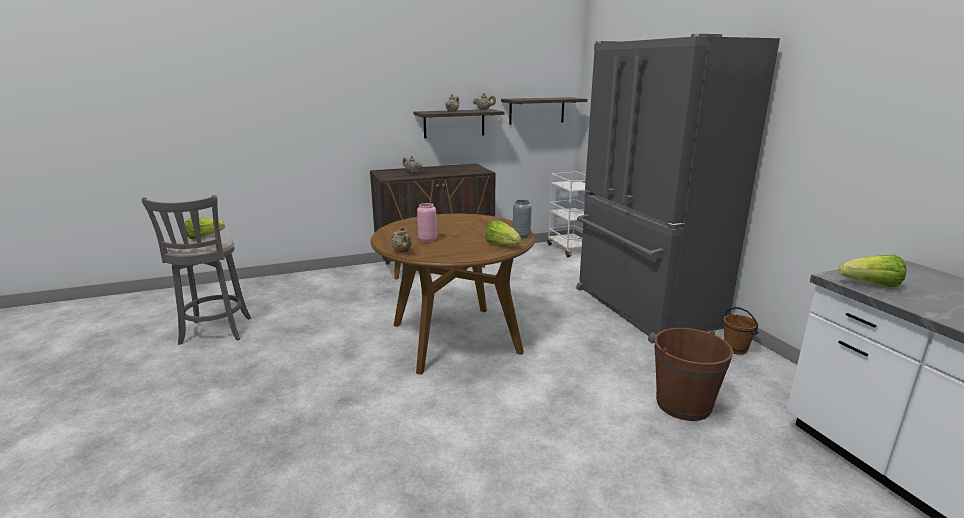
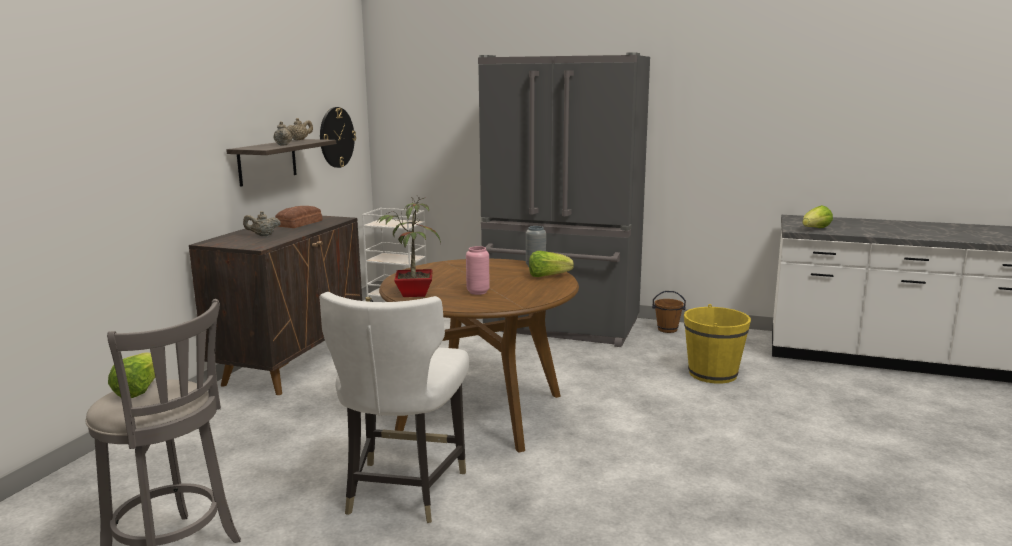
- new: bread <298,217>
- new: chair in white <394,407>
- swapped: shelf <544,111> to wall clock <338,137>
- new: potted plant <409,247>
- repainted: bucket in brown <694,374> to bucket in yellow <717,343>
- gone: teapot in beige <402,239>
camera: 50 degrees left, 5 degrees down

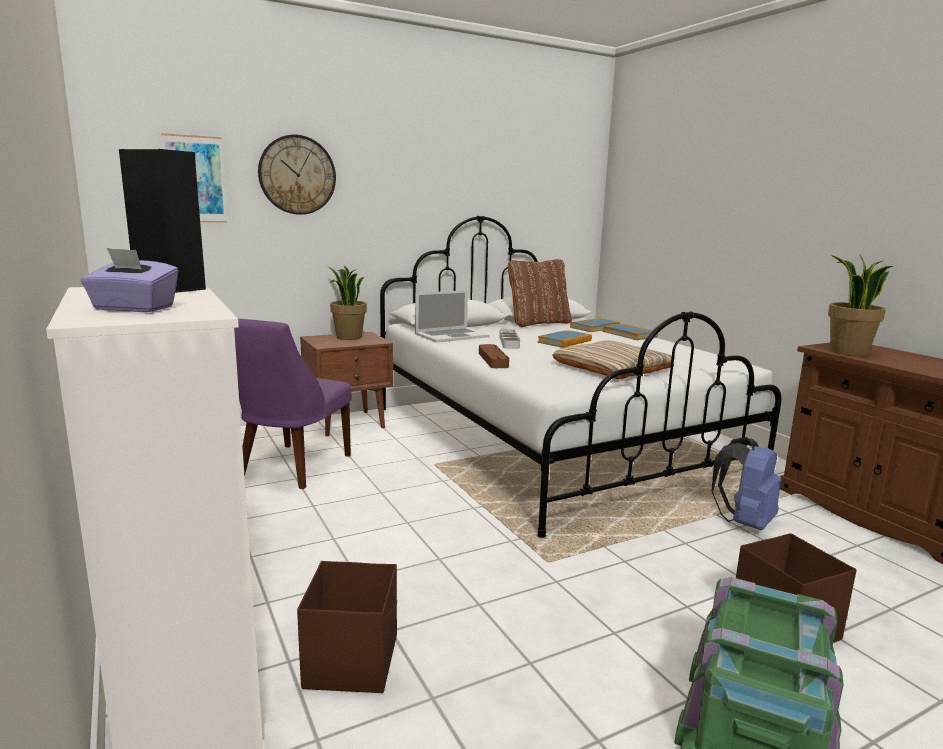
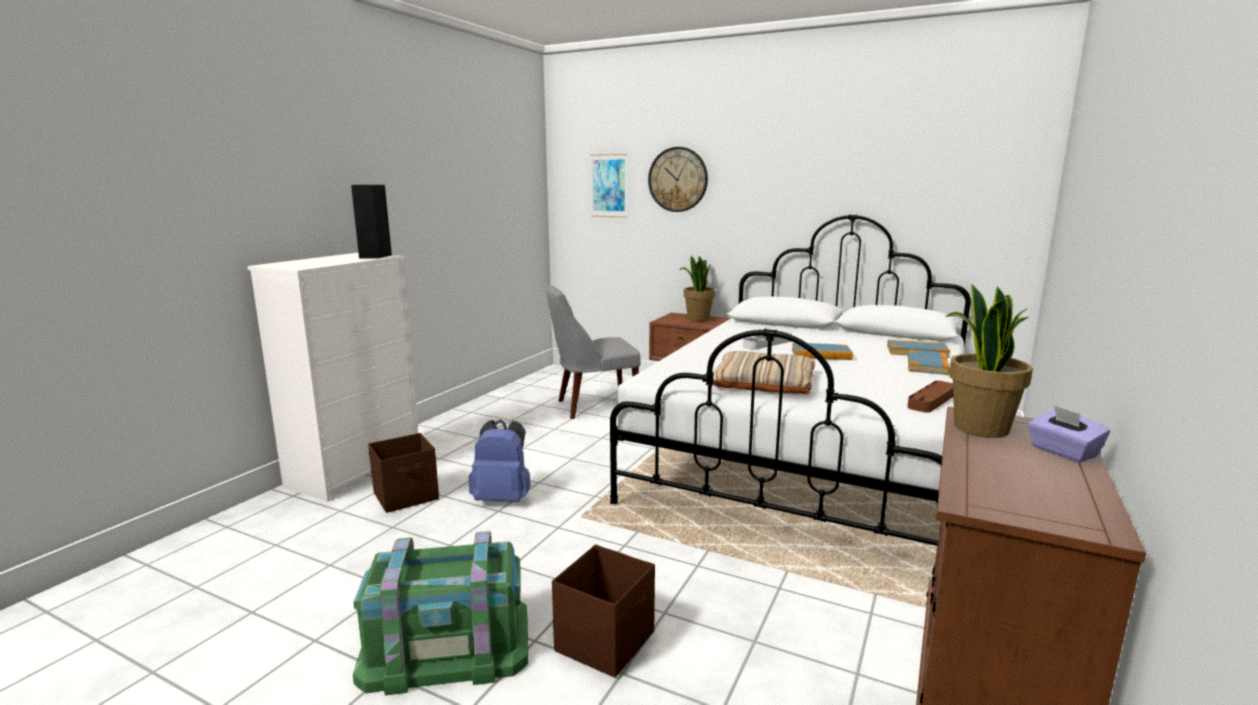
- shifted: backpack in blue <746,483> to <499,460>
- repainted: chair in purple <293,404> to chair in grey <593,352>
- shifted: tray in brown <494,356> to <930,397>
- shifted: tissue box in purple <129,280> to <1068,434>
- gone: laptop <452,316>
- gone: pillow in brown <540,293>
camera: 55 degrees right, 0 degrees up

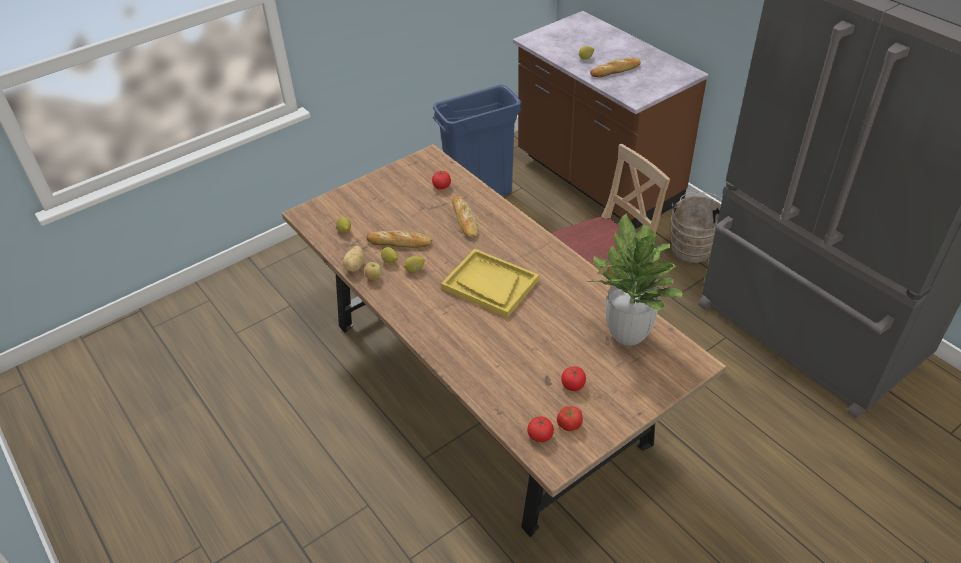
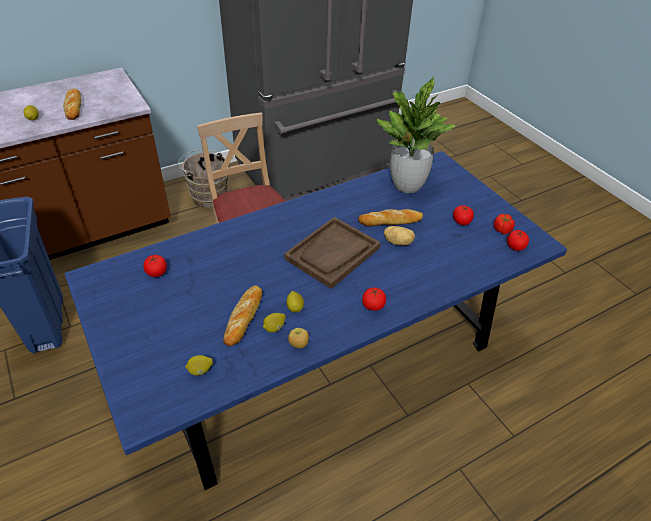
- repainted: dining table in brown <504,340> to dining table in blue <315,320>
- repainted: tray in yellow <490,283> to tray in brown <332,253>
- shifted: bread <465,217> to <390,217>
- new: tomato <374,299>
- shifted: potato <354,258> to <399,235>
camera: 85 degrees left, 0 degrees up

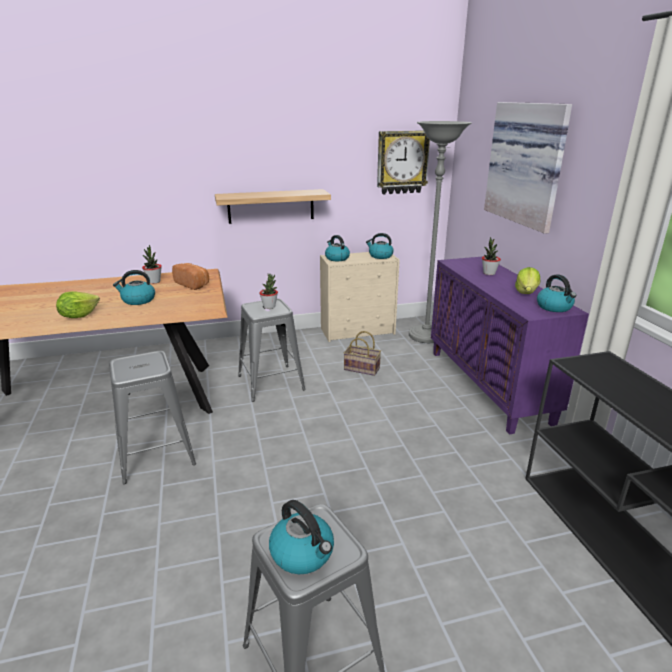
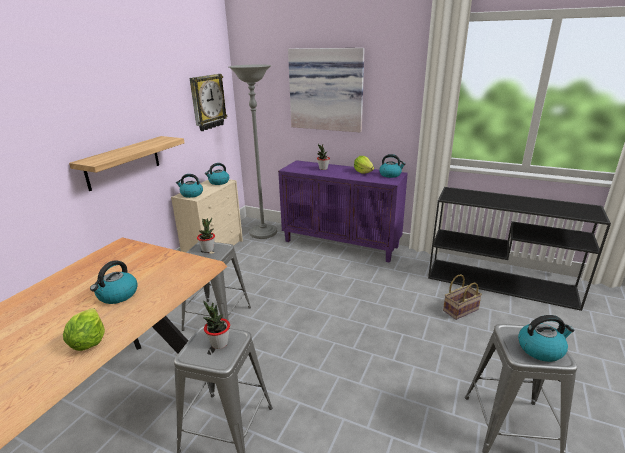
- shifted: potted plant <152,264> to <216,325>
- shifted: basket <362,353> to <462,297>
- gone: bread <190,276>
camera: 50 degrees left, 0 degrees up

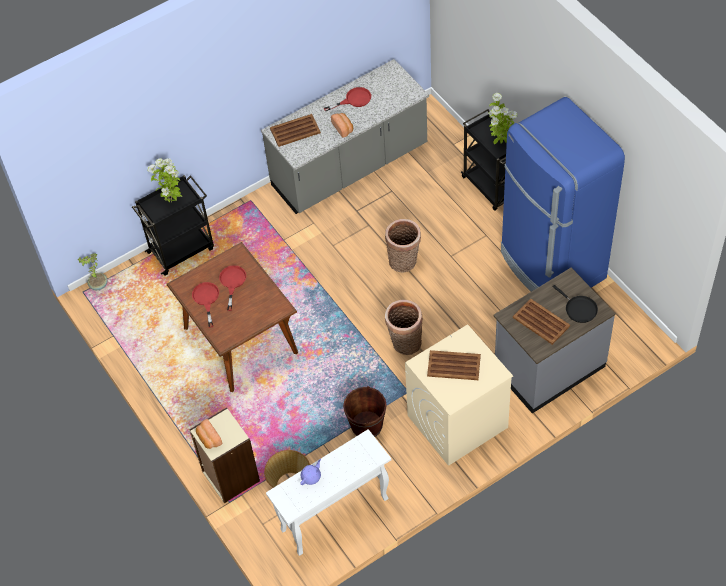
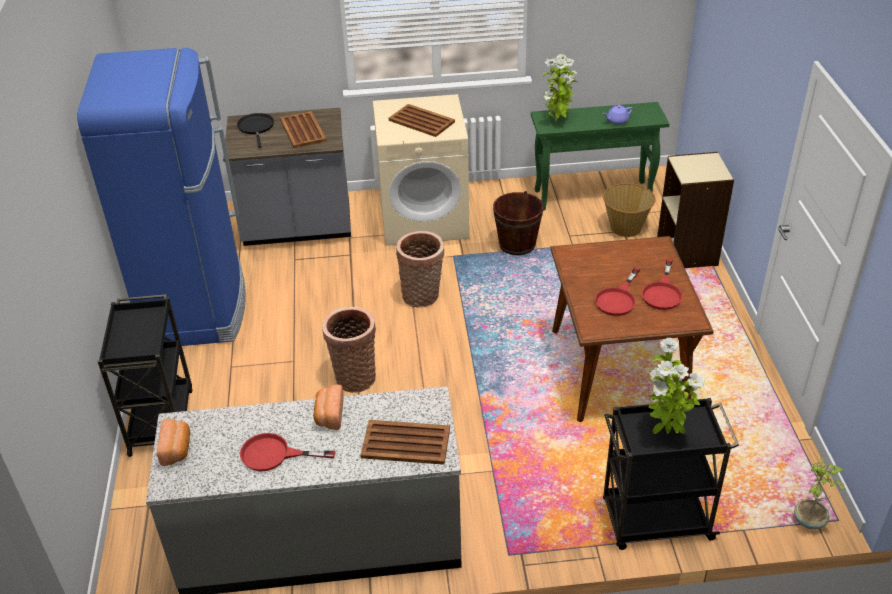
- shifted: bread <209,434> to <174,442>
- repainted: console table in white <328,492> to console table in green <600,156>
- shifted: potted plant <503,118> to <559,88>
camera: 155 degrees left, 15 degrees down

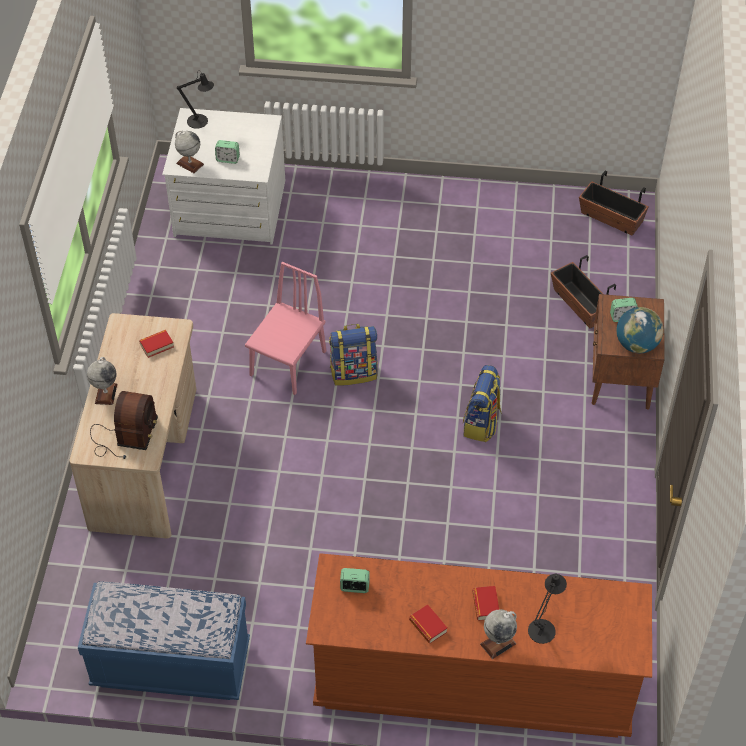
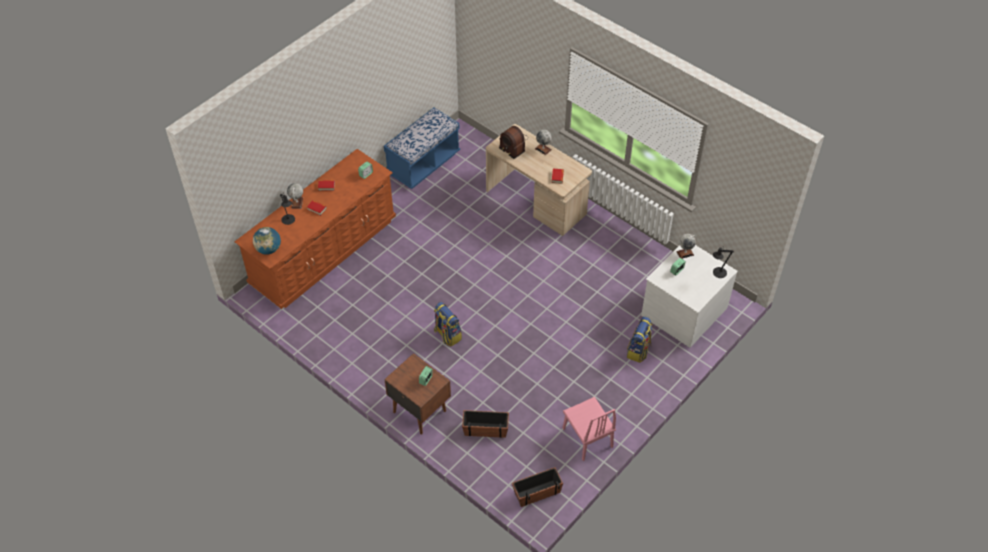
- shifted: globe <640,330> to <267,241>
- shifted: chair in pink <285,328> to <589,429>
- shifted: backpack <353,355> to <639,340>
camera: 125 degrees right, 0 degrees up

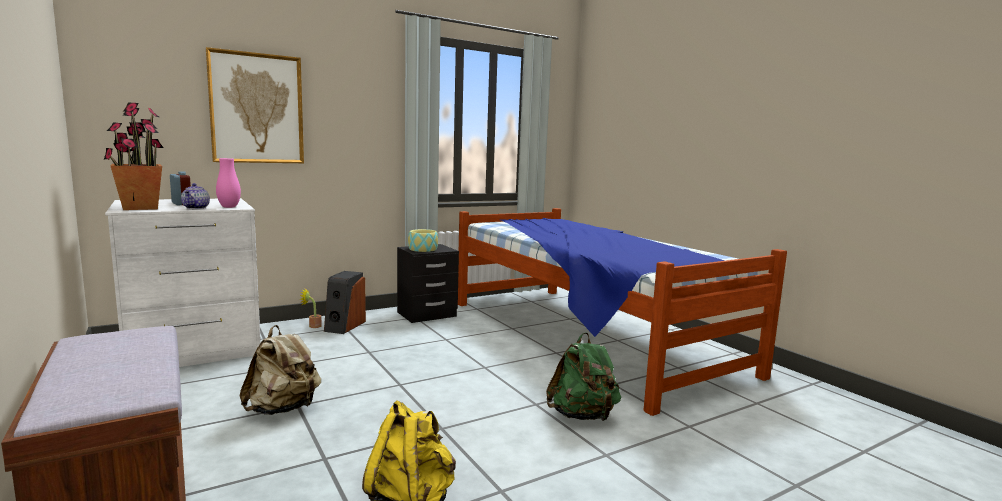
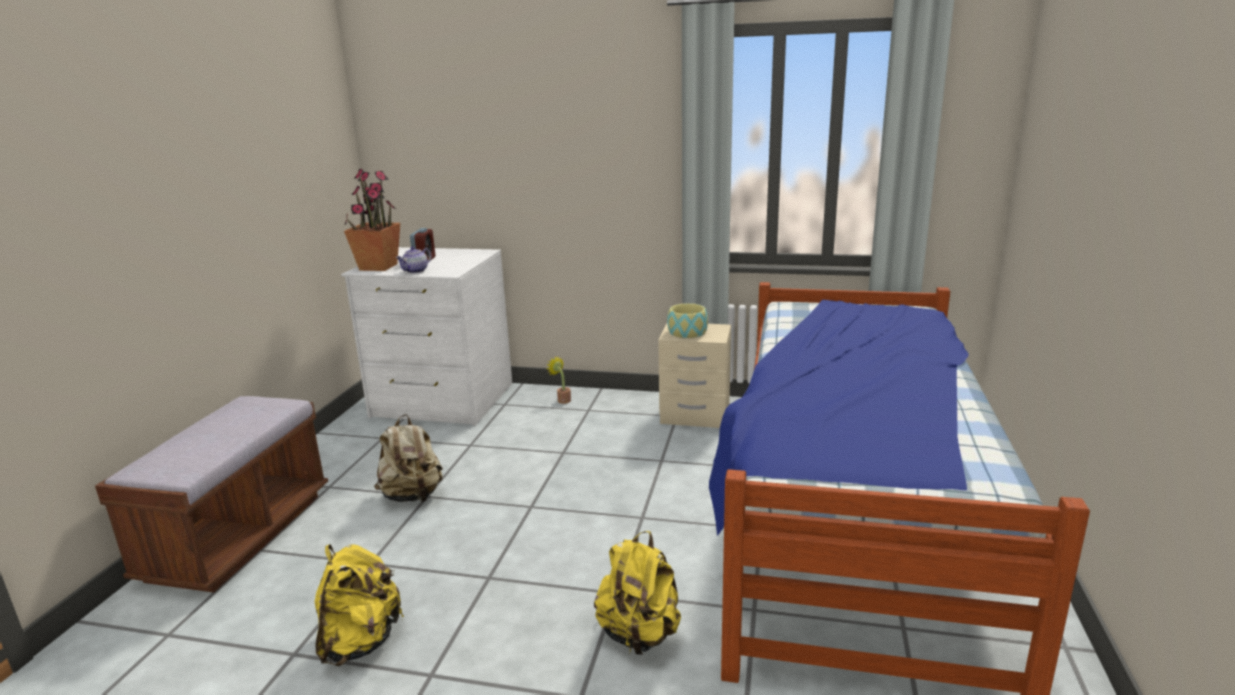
- repainted: backpack in green <583,376> to backpack in yellow <637,593>
- repainted: nightstand in black <428,283> to nightstand in beige <694,376>
- gone: picture <255,105>
- gone: vase in pink <228,183>
- gone: speaker <345,302>
camera: 45 degrees right, 10 degrees up

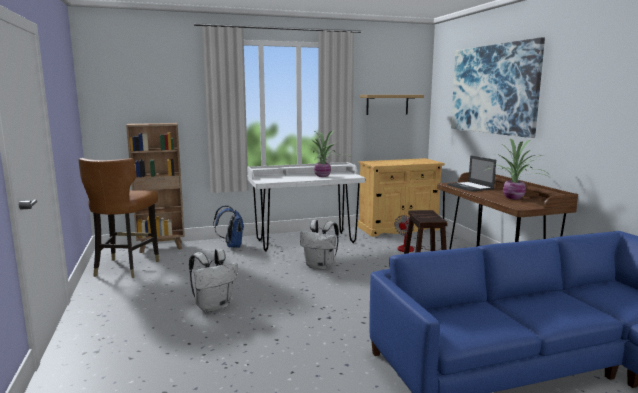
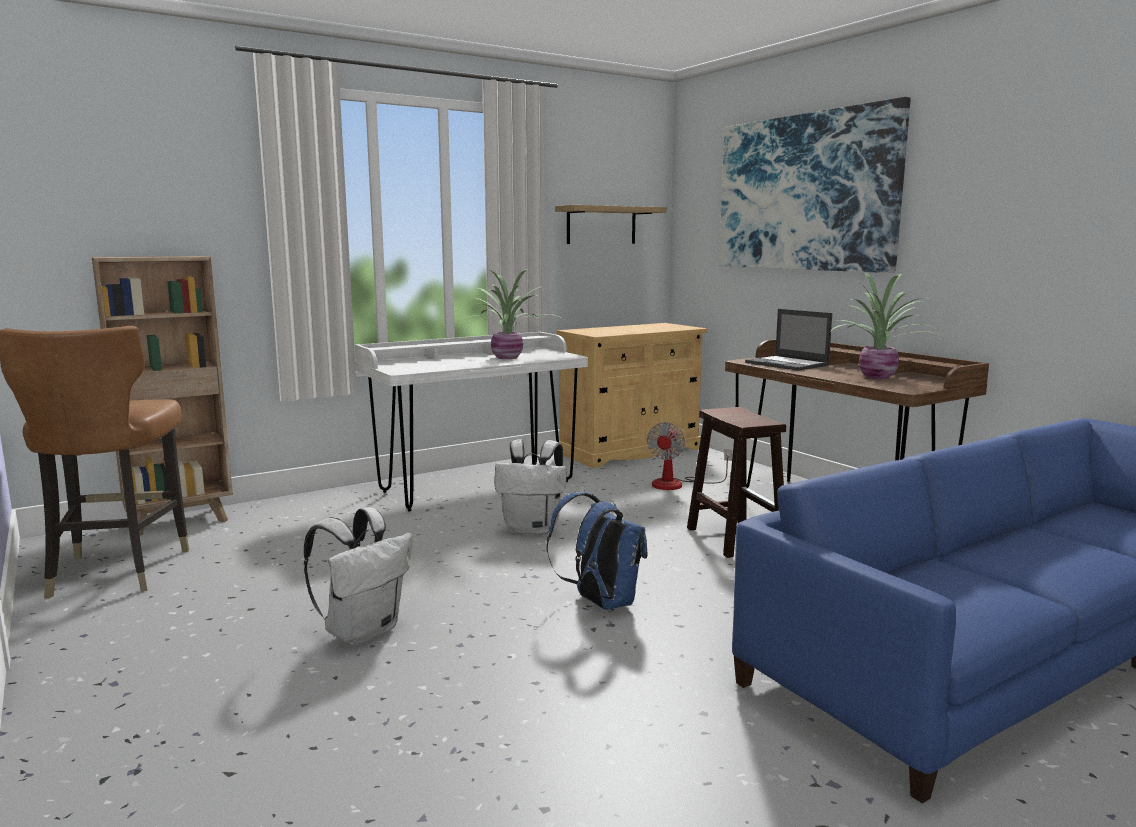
- shifted: backpack in blue <228,226> to <597,551>
camera: 15 degrees left, 0 degrees up

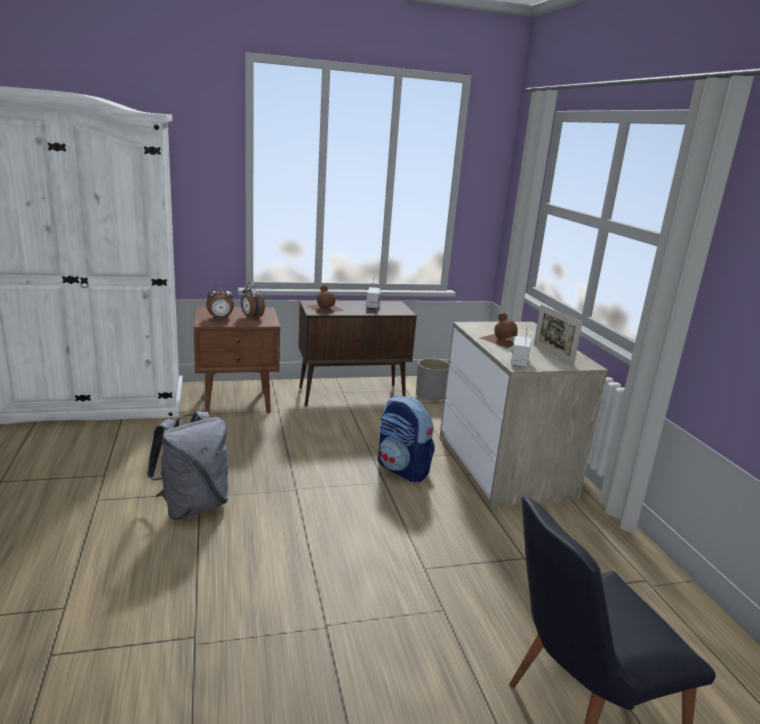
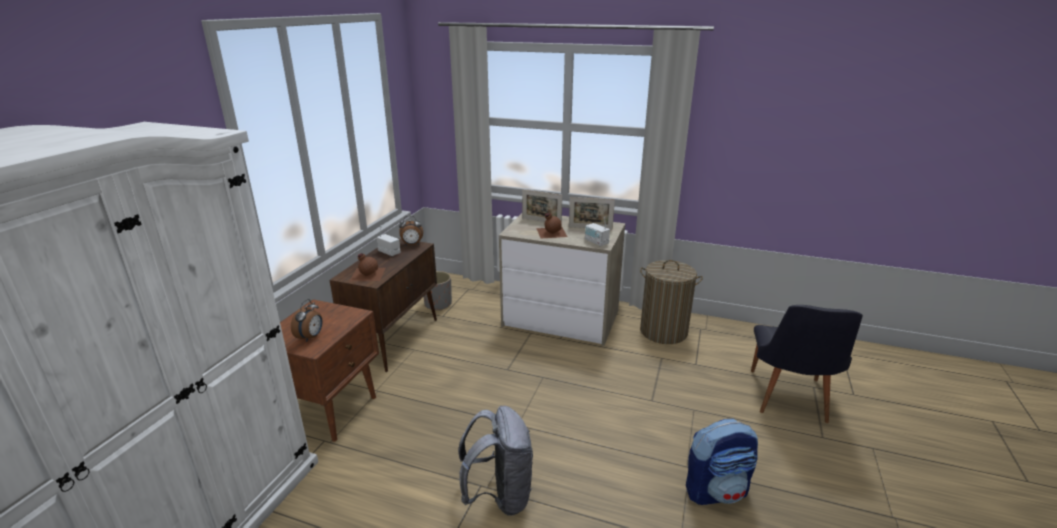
- shifted: alarm clock <253,301> to <411,230>
- new: picture frame <542,206>
- new: laundry basket <671,302>
- shifted: backpack <406,439> to <722,462>
camera: 55 degrees left, 5 degrees up

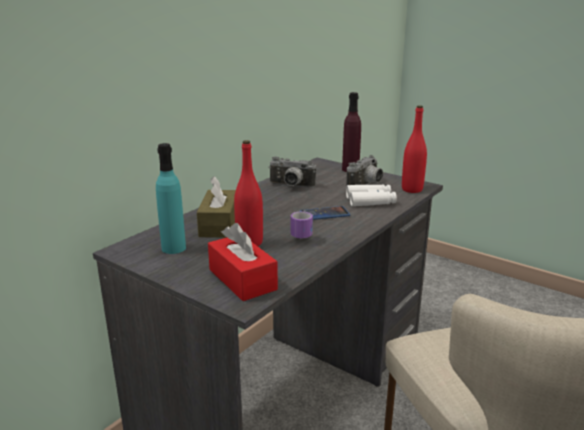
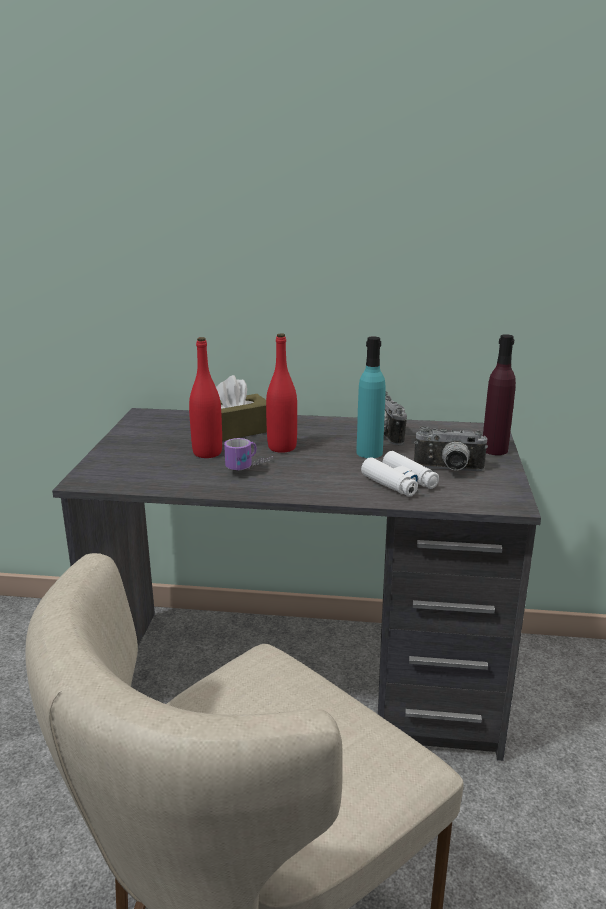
- shifted: bottle in red <414,149> to <281,393>
- shifted: bottle in turquoise <171,198> to <371,397>
- gone: tissue box in red <243,262>
- gone: phone <325,213>
camera: 60 degrees right, 0 degrees up

